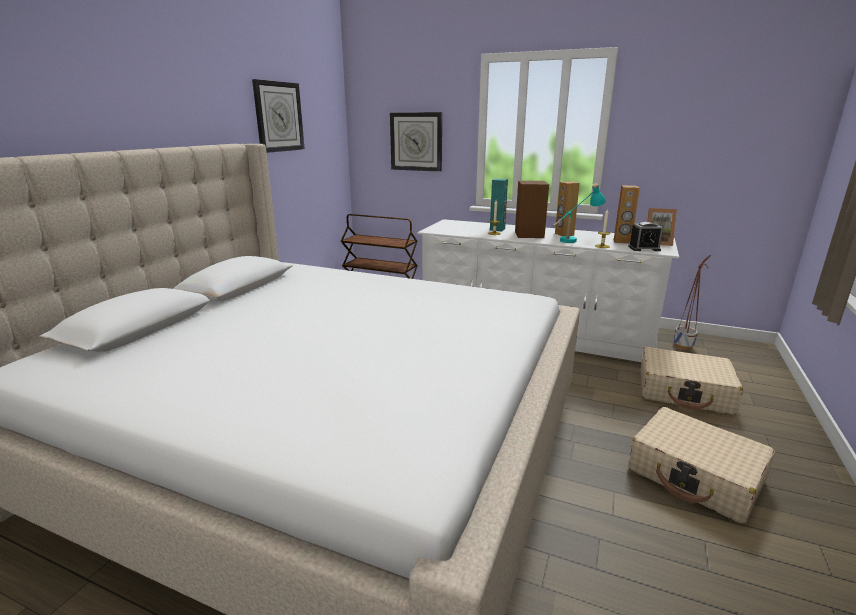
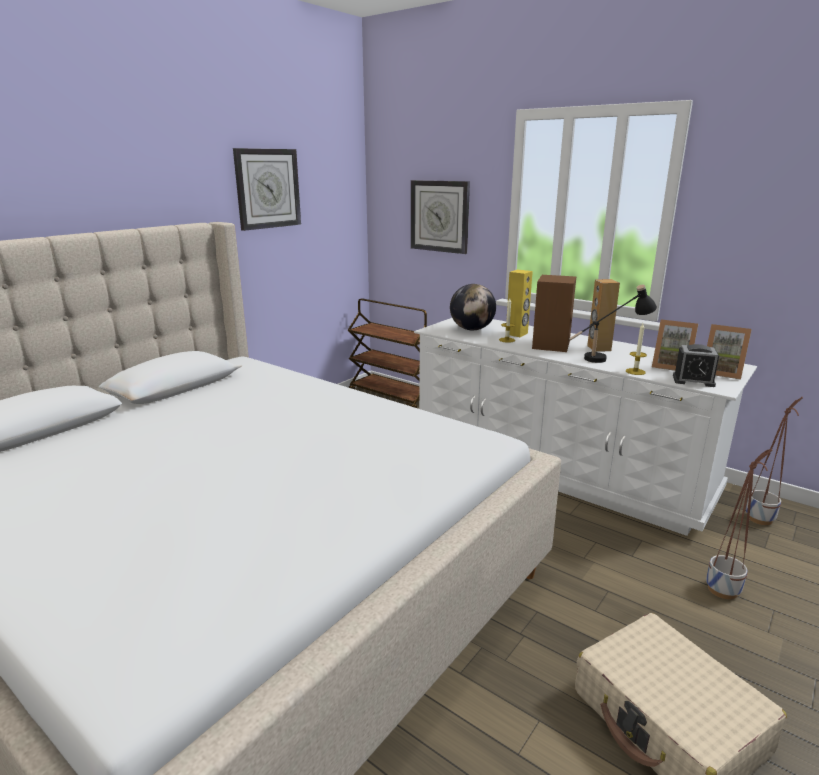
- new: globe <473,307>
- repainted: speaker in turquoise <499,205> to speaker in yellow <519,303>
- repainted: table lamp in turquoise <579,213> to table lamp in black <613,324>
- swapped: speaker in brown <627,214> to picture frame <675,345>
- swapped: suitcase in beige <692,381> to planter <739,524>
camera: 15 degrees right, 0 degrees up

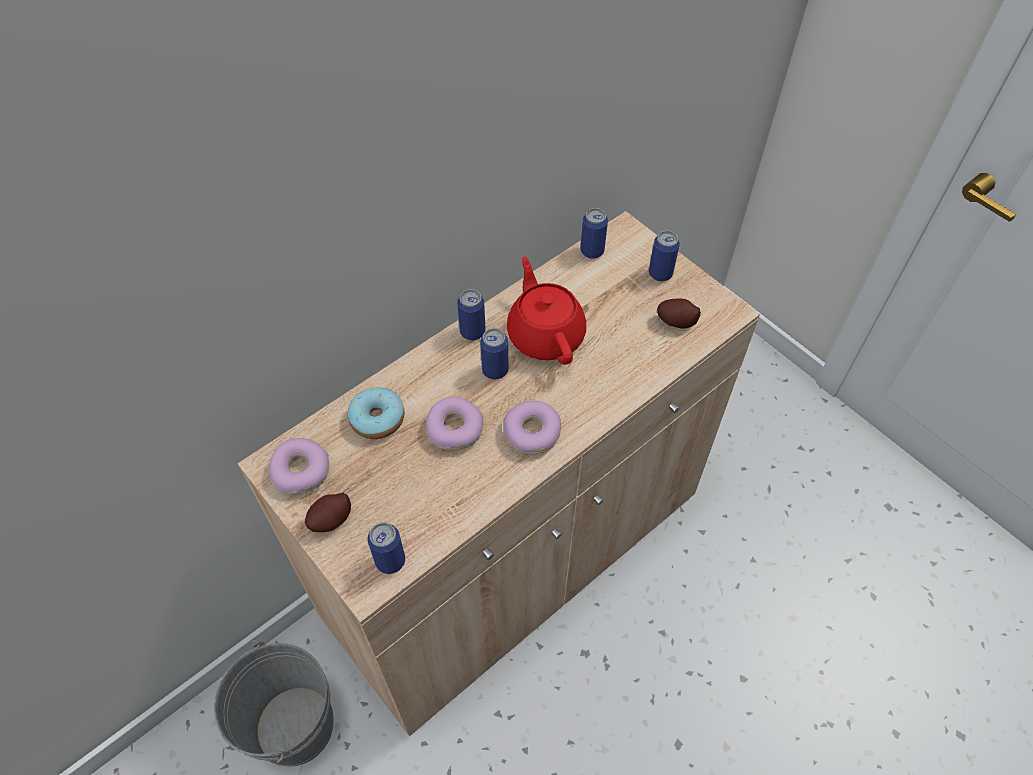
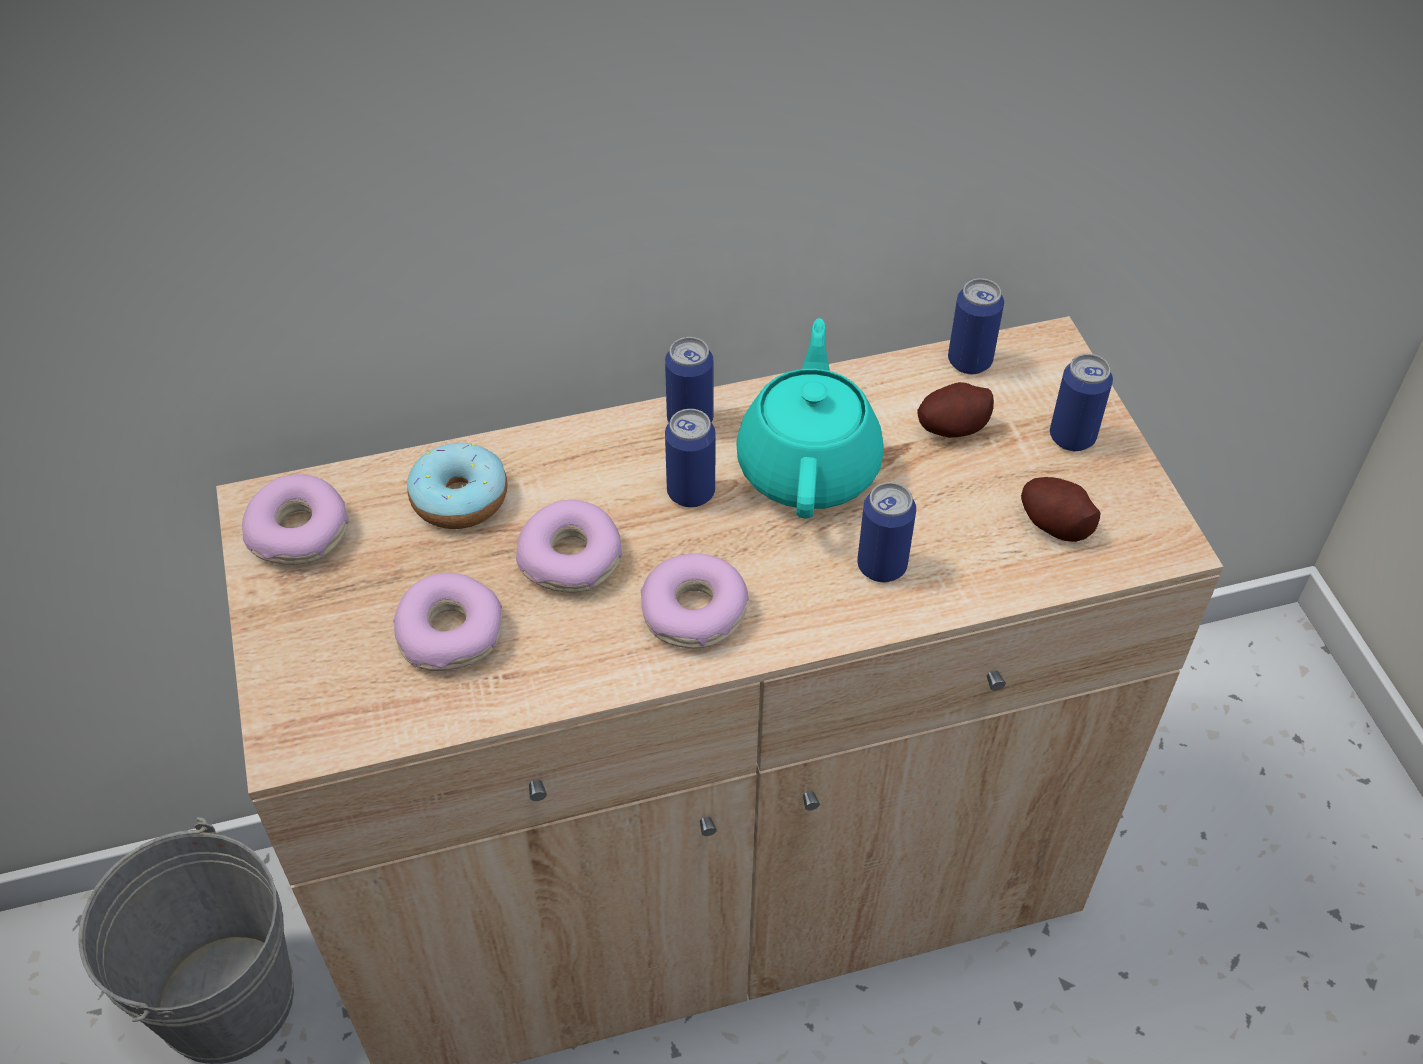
- new: donut <447,622>
- repainted: teapot in red <546,311> to teapot in turquoise <810,418>
- shifted: can <386,548> to <886,532>
- shifted: potato <328,512> to <955,410>
camera: 25 degrees right, 5 degrees down

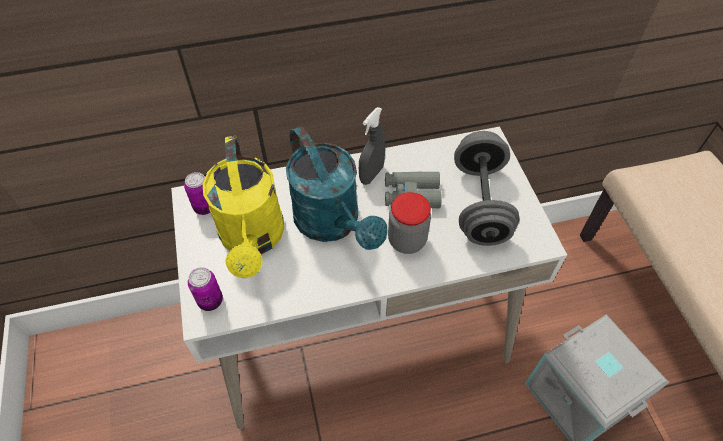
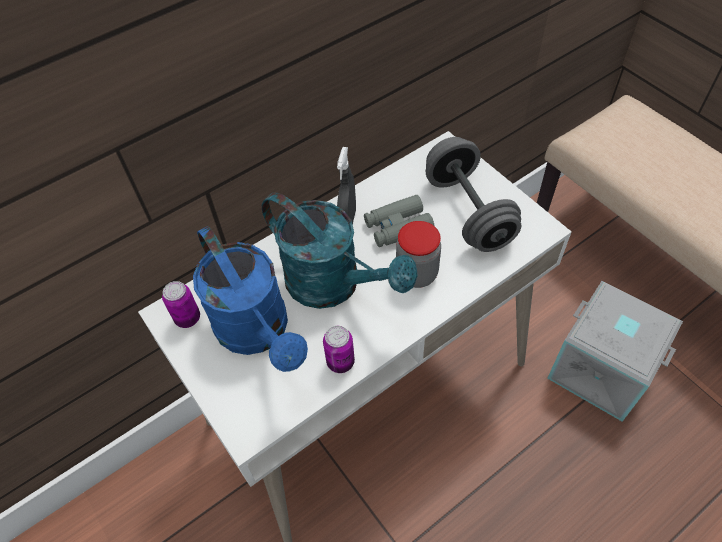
- repainted: watering can in yellow <243,207> to watering can in blue <250,299>
- shifted: can <205,289> to <339,349>
camera: 20 degrees left, 0 degrees up

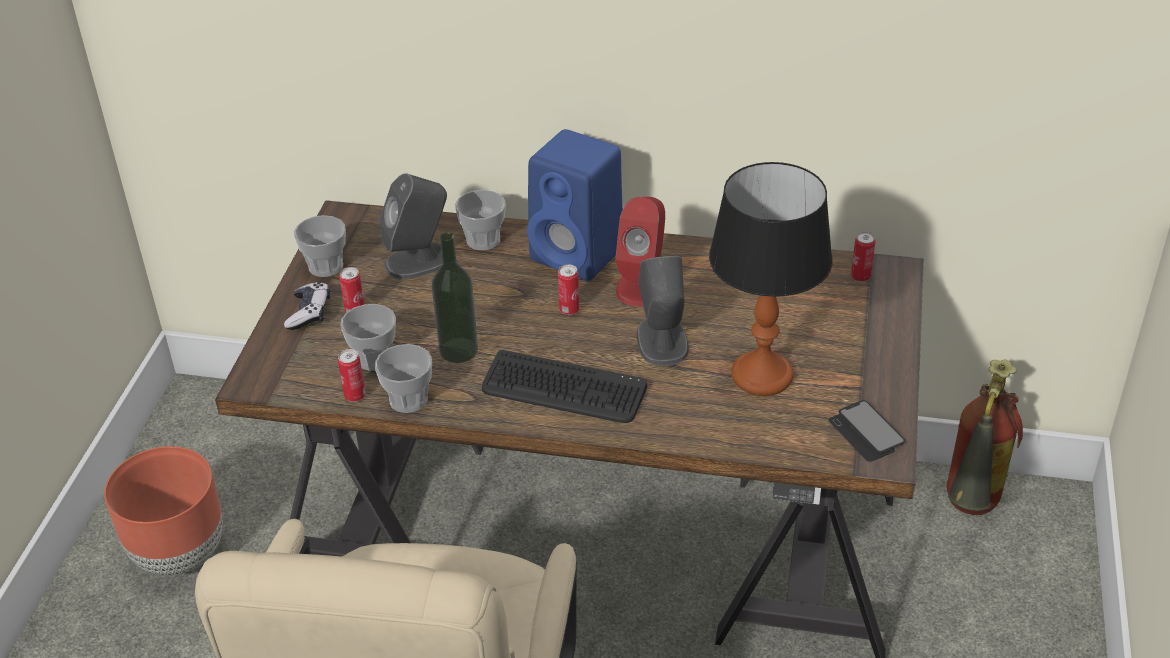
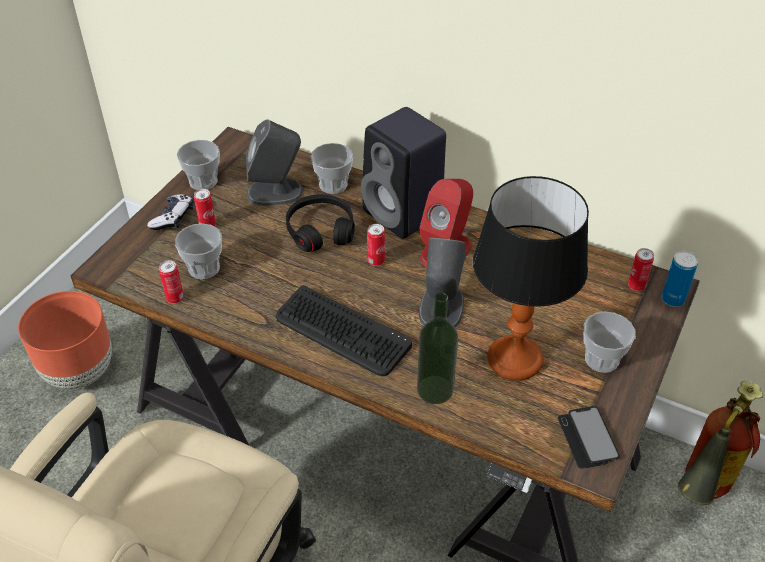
- new: headphones in black <320,223>
- repainted: speaker in blue <575,205> to speaker in black <403,173>
- shifted: bottle <455,297> to <437,348>
- shifted: cup <403,378> to <610,342>
- new: can <680,279>
camera: 15 degrees right, 5 degrees up

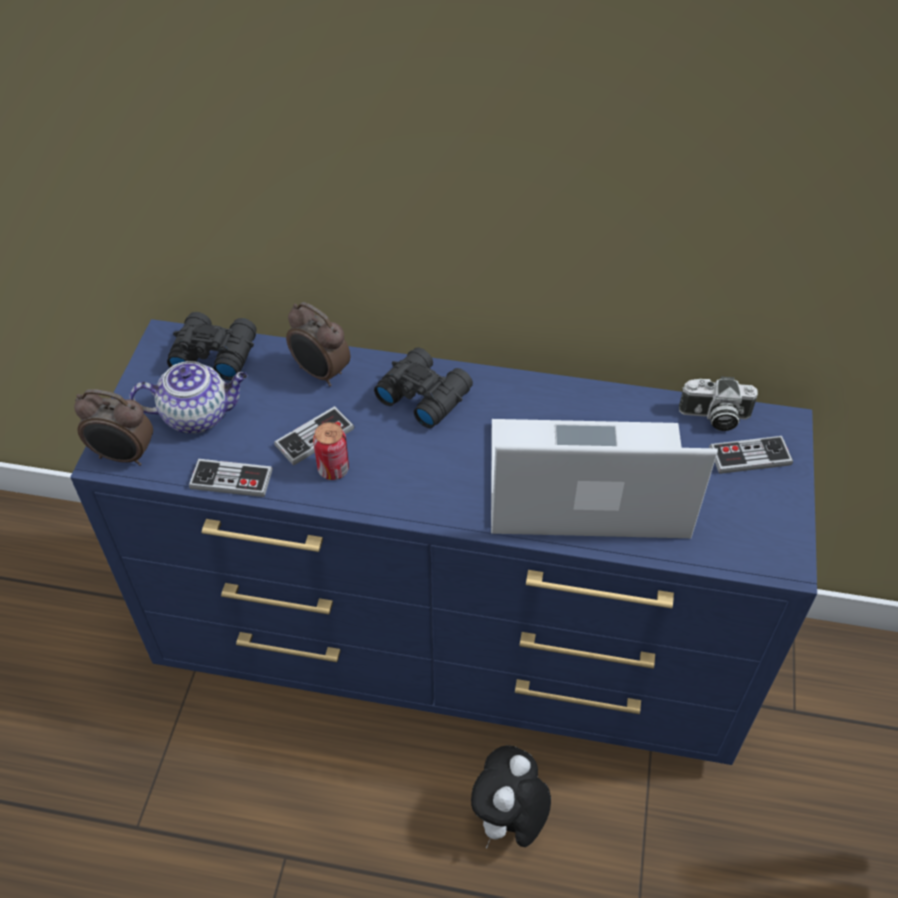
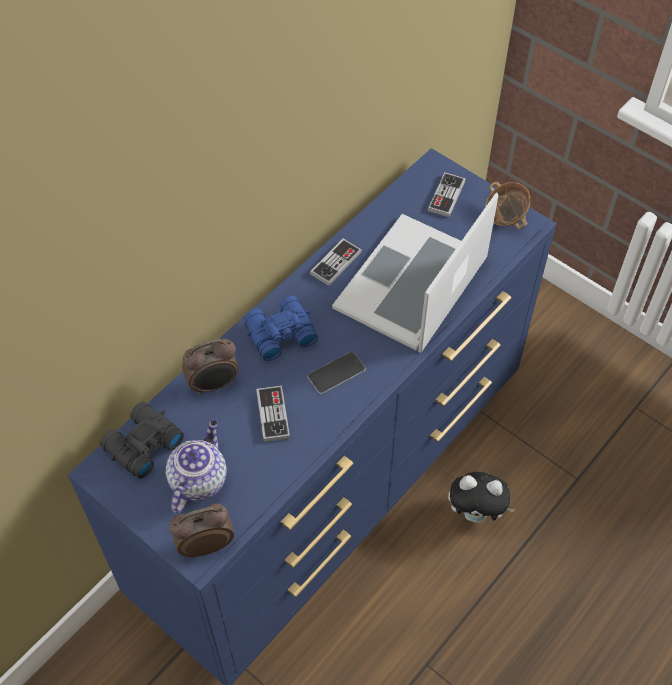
- rotated: alarm clock <113,427> = <201,530> 150 degrees counterclockwise
- repainted: binoculars in black <423,387> to binoculars in blue <281,328>
- new: phone <336,373>
- shifted: game controller <231,478> to <336,262>
- rotated: plush toy <511,796> = <482,497> 45 degrees counterclockwise
- new: bowl <508,206>
- gone: can <331,451>
- gone: photo camera <718,403>
camera: 60 degrees left, 5 degrees up

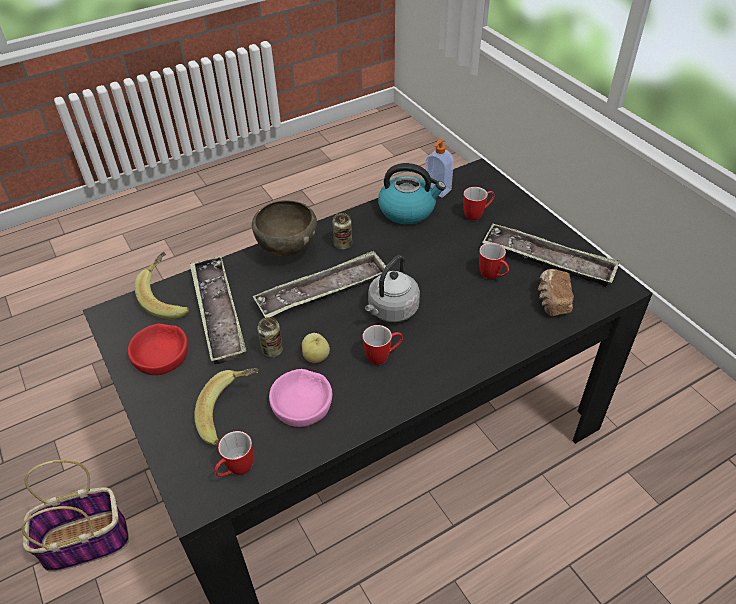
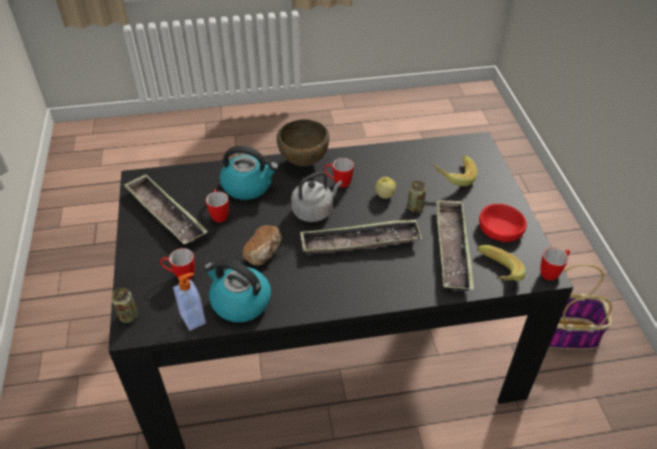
- shifted: can <342,231> to <125,305>
- new: kettle <249,173>
- shifted: bread <556,292> to <262,245>
- shifted: bowl in brown <284,228> to <303,142>
- shifted: mug <233,454> to <555,264>
- gone: bowl in pink <300,398>
camera: 160 degrees left, 0 degrees up

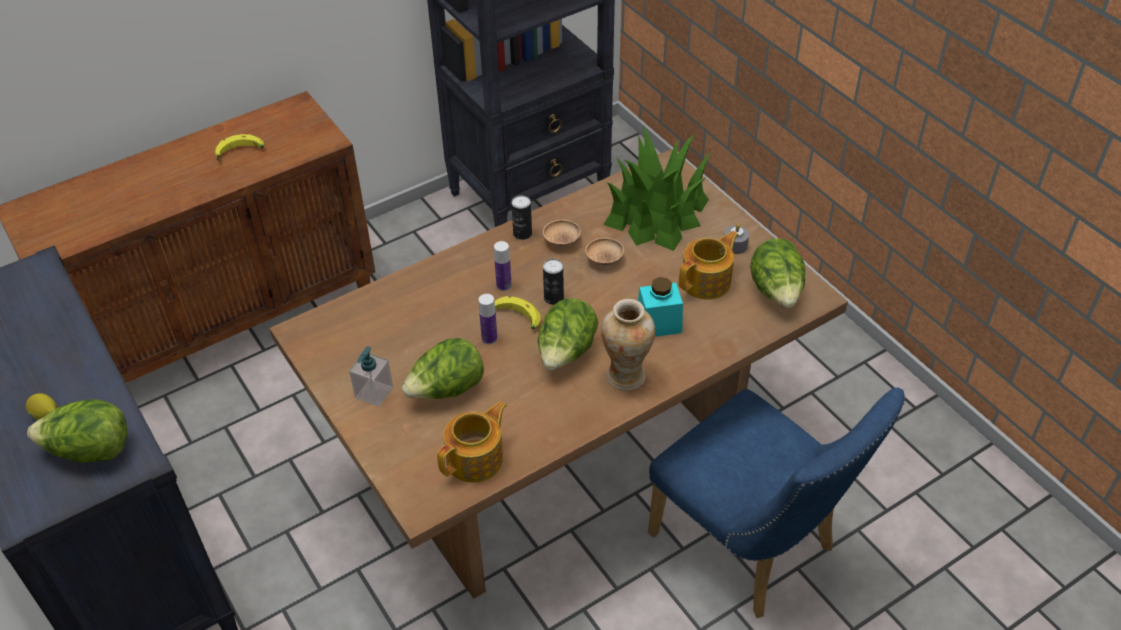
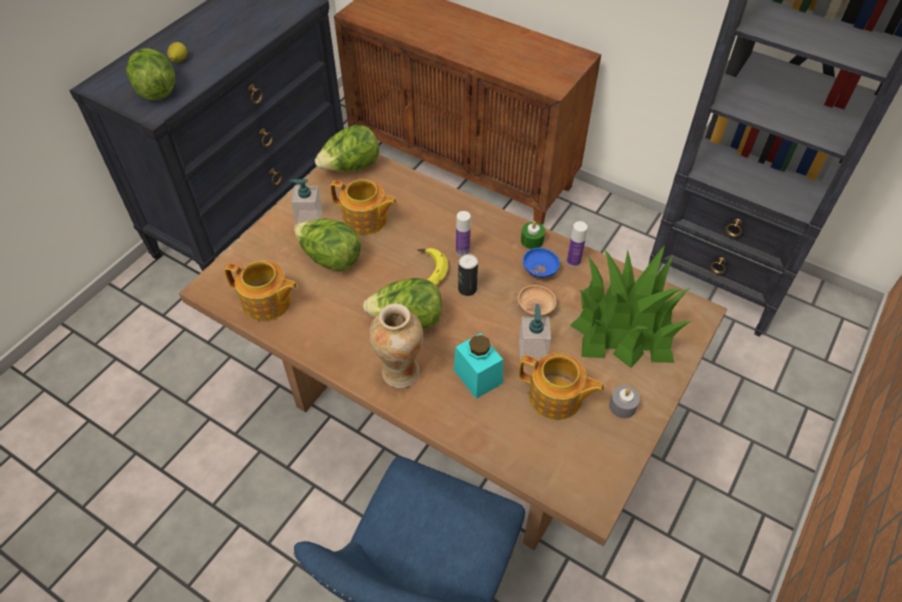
- shifted: lettuce <777,273> to <347,148>
- new: teapot <363,207>
- new: soap dispenser <535,332>
- swapped: can <521,217> to candle in green <533,235>
- repainted: bowl in brown <562,233> to bowl in blue <541,263>
- shifted: bottle <488,319> to <577,244>
- gone: banana <239,148>
camera: 65 degrees right, 5 degrees up

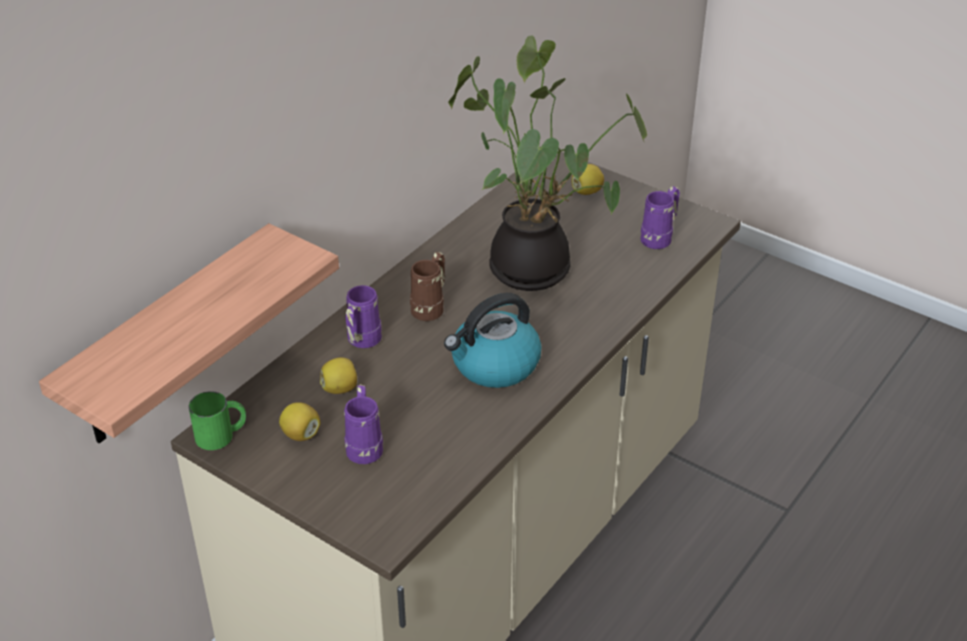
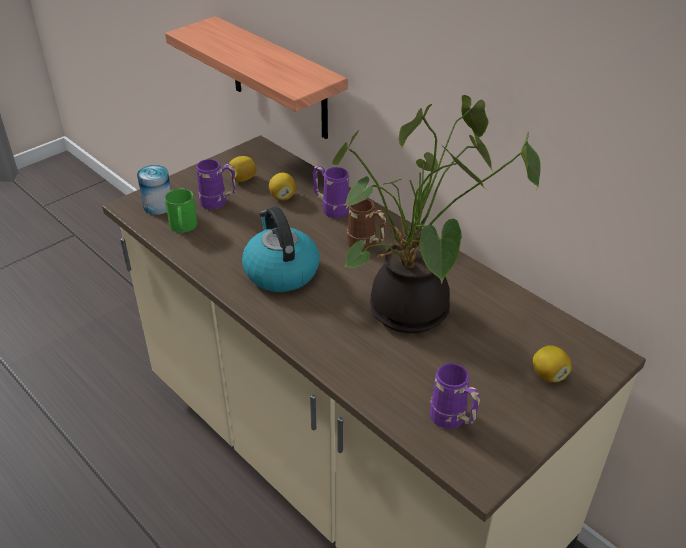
- new: can <154,190>
- shifted: mug in green <217,420> to <181,211>
camera: 100 degrees right, 0 degrees up

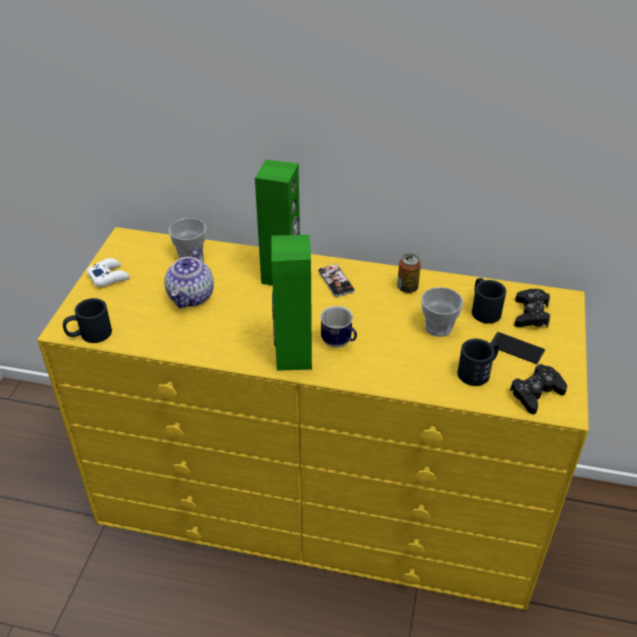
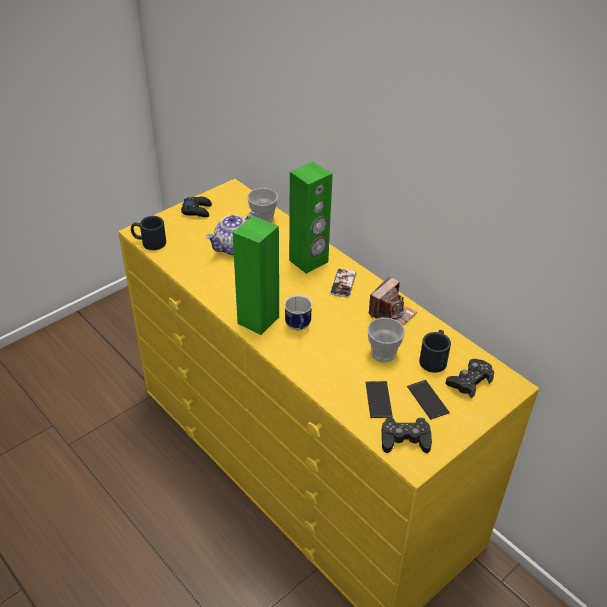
- repainted: game controller in white <108,272> to game controller in black <196,206>
- swapped: mug in black <478,362> to phone <379,399>
- swapped: can <409,273> to photo camera <393,301>
camera: 35 degrees right, 0 degrees up

